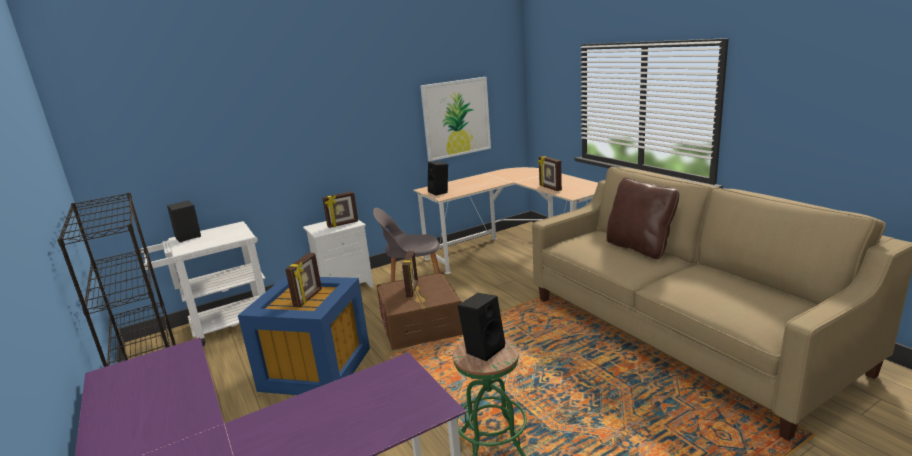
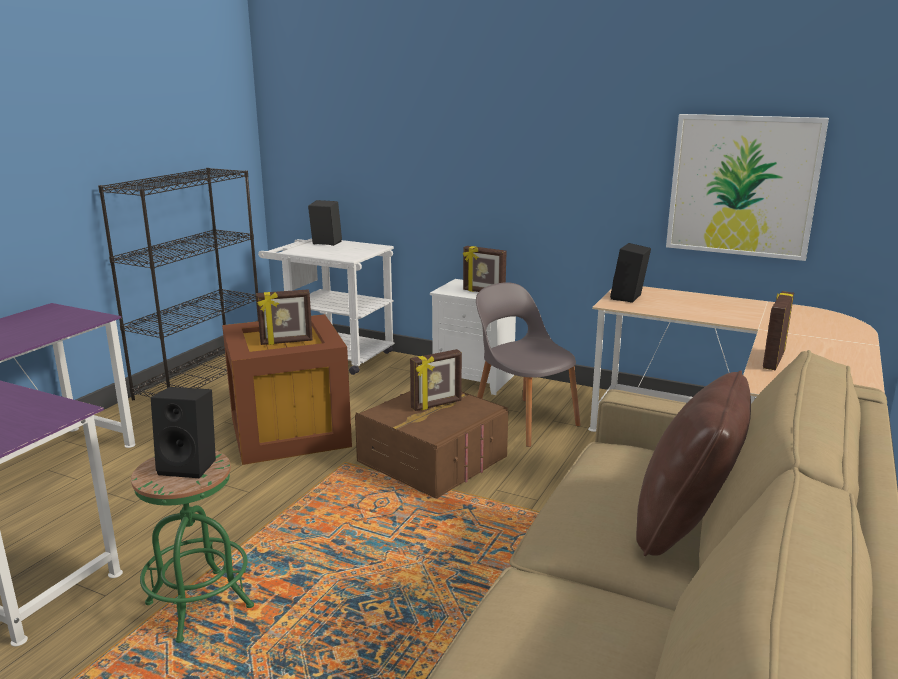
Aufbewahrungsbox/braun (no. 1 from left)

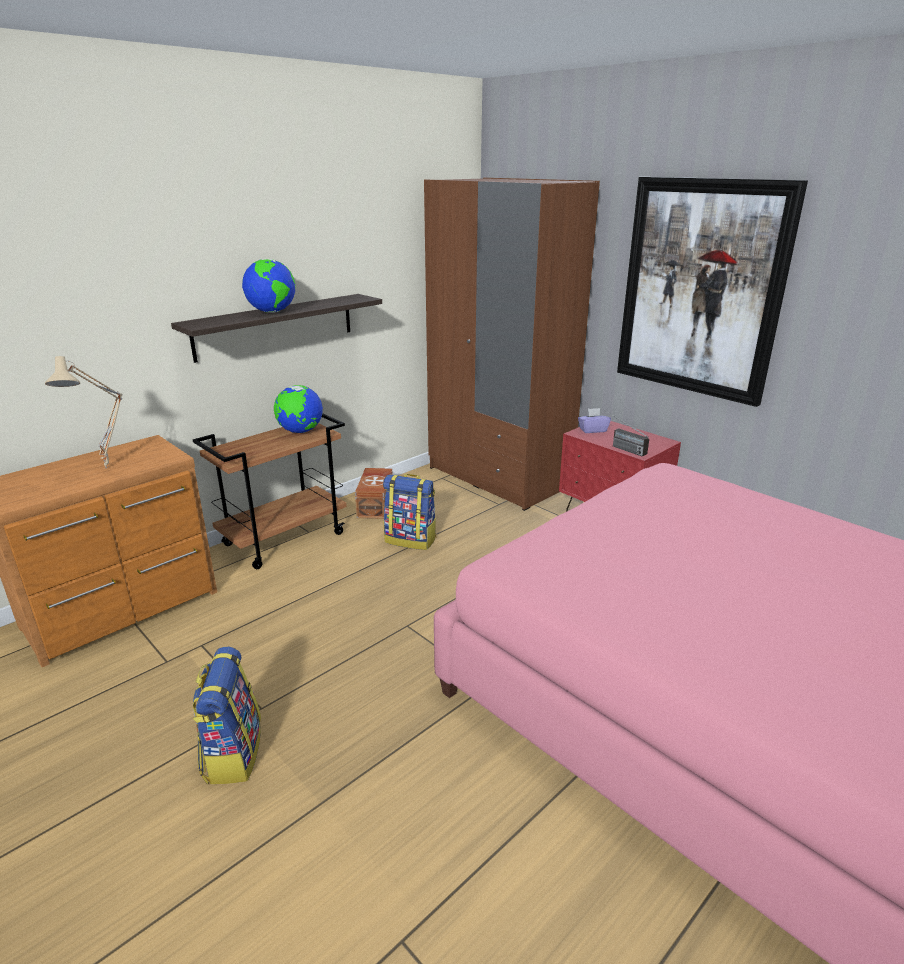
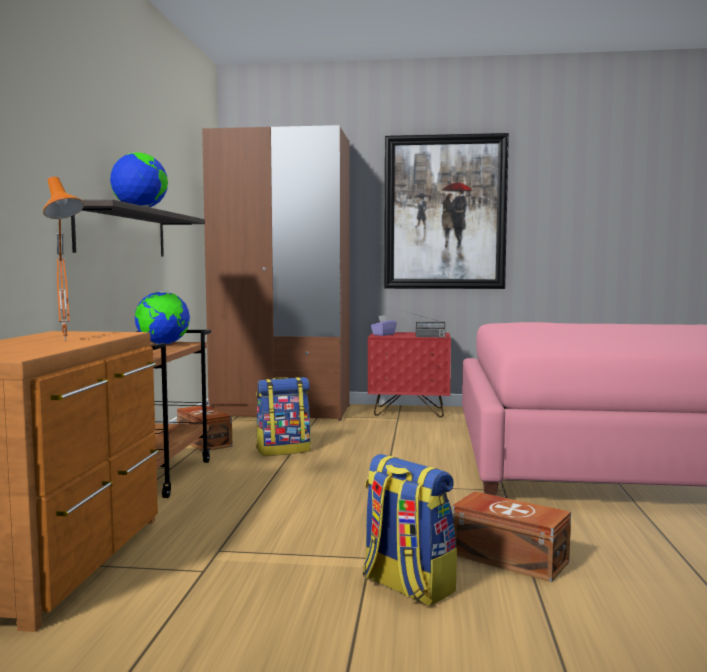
Tischlampe/orange
Aufbewahrungsbox/braun (no. 2 from left)

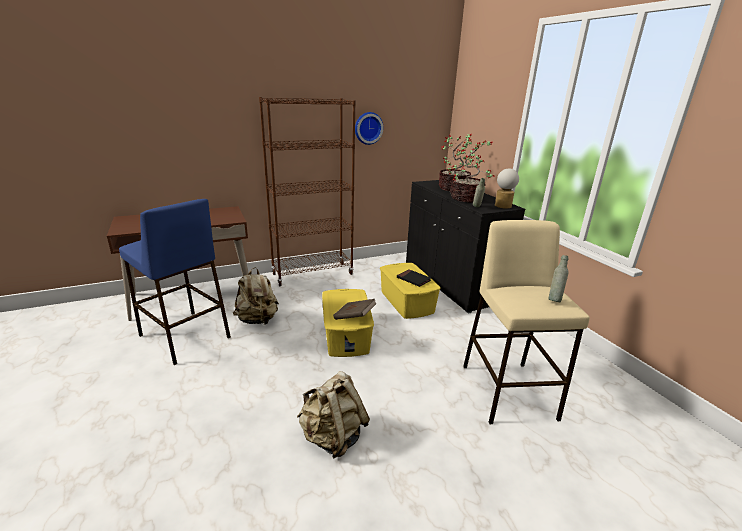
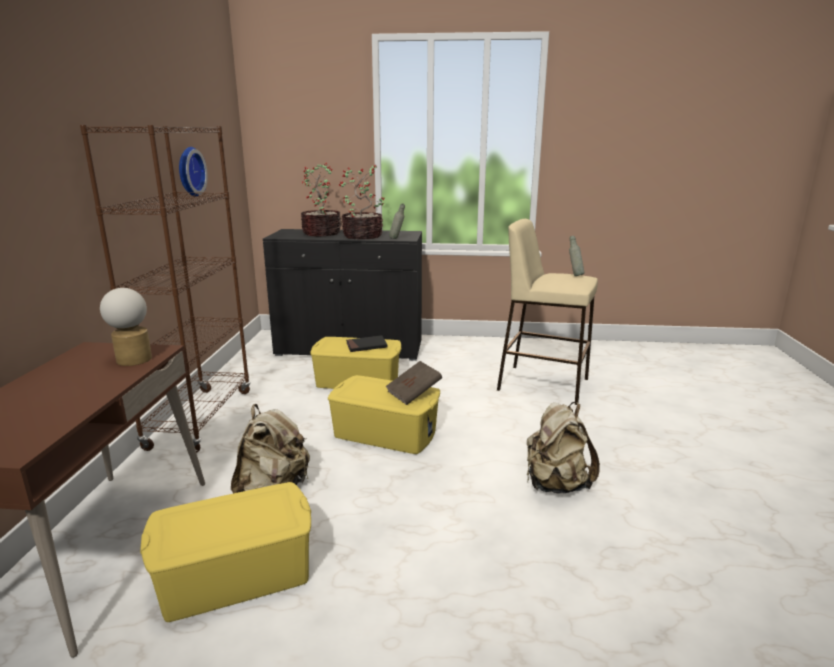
Tischlampe
Aufbewahrungsbox/gelb (no. 1 from left)

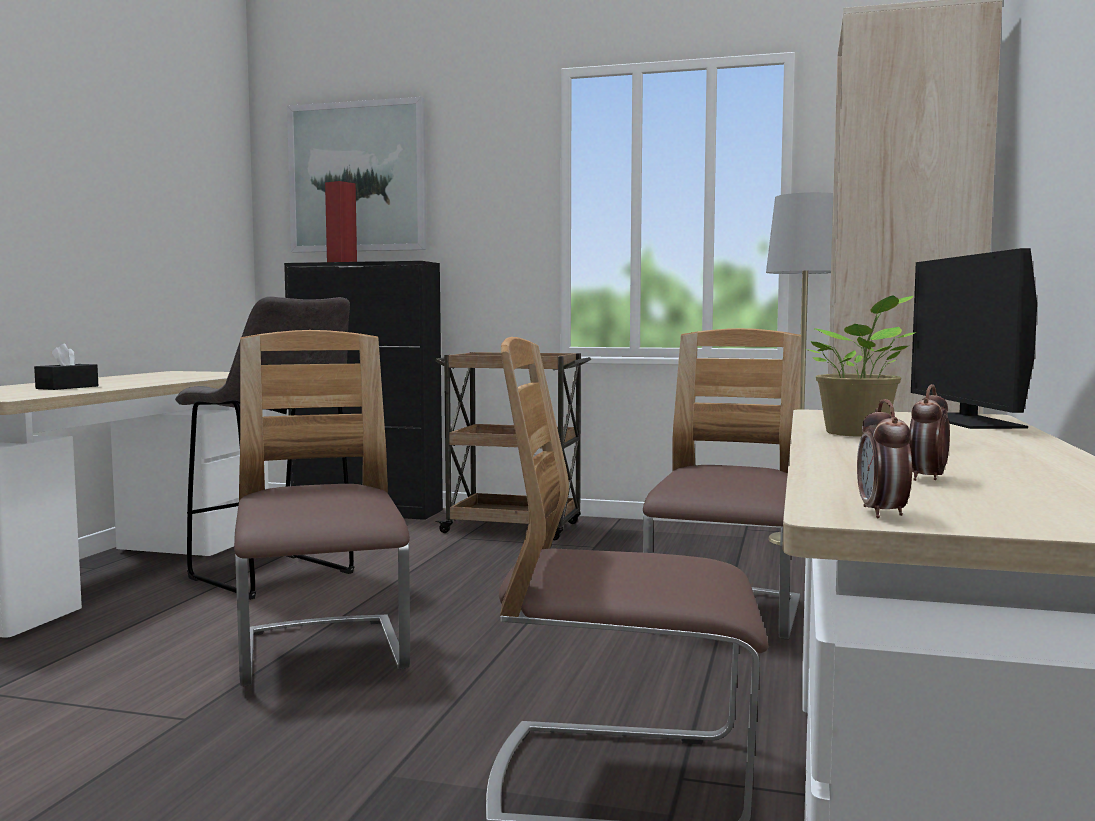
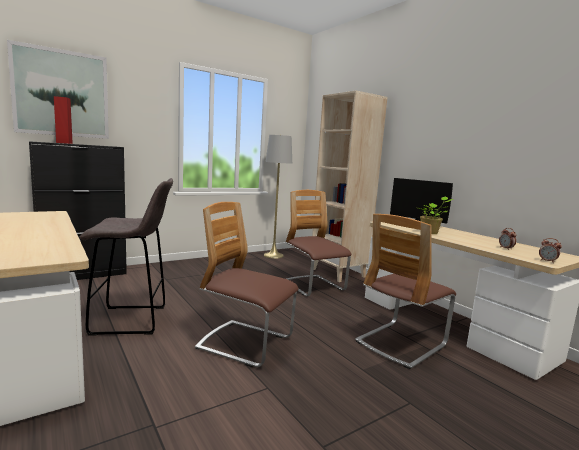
Taschentuchbox/schwarz
Rollwagen/braun

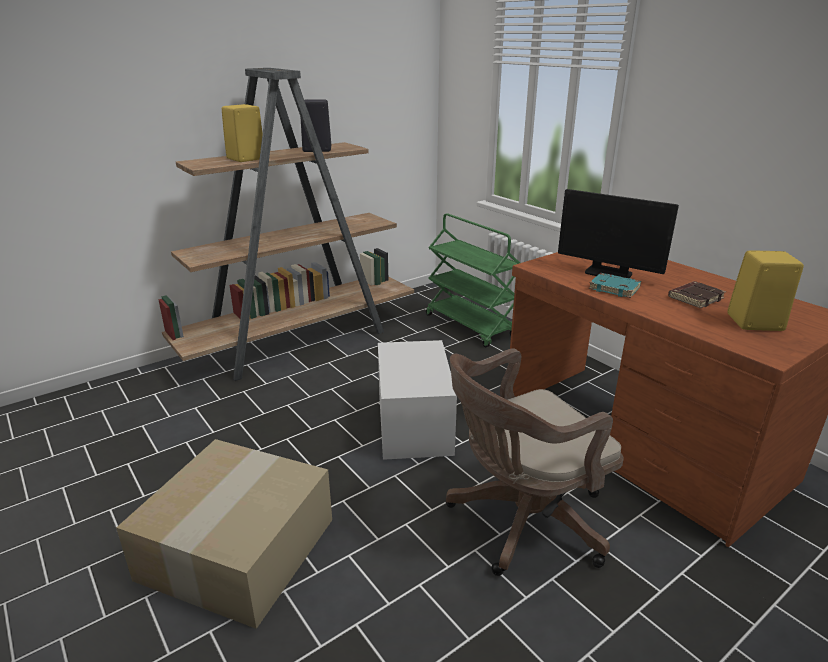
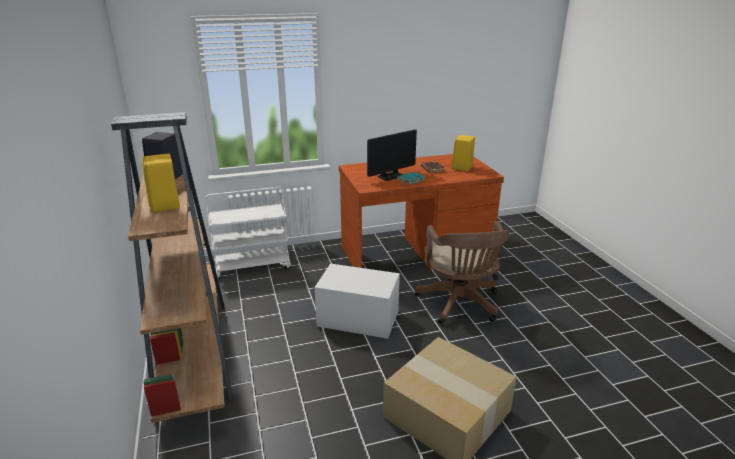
Rollwagen/weiß

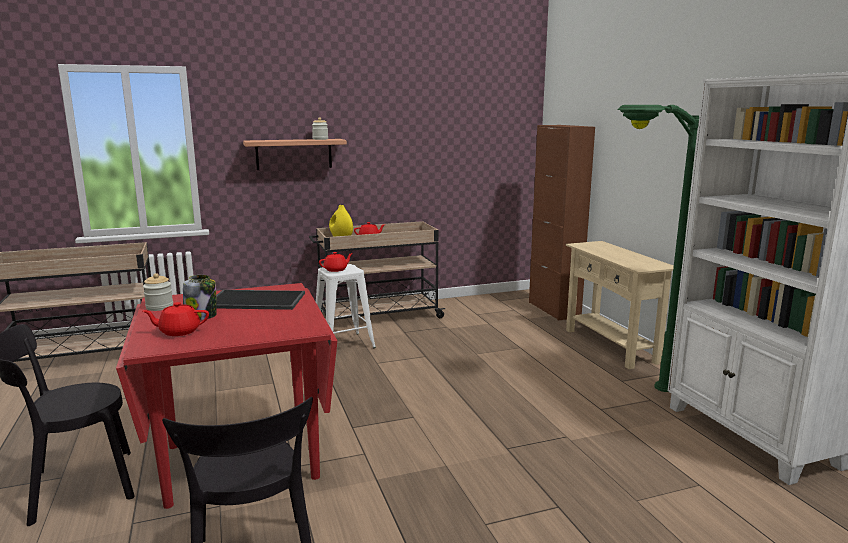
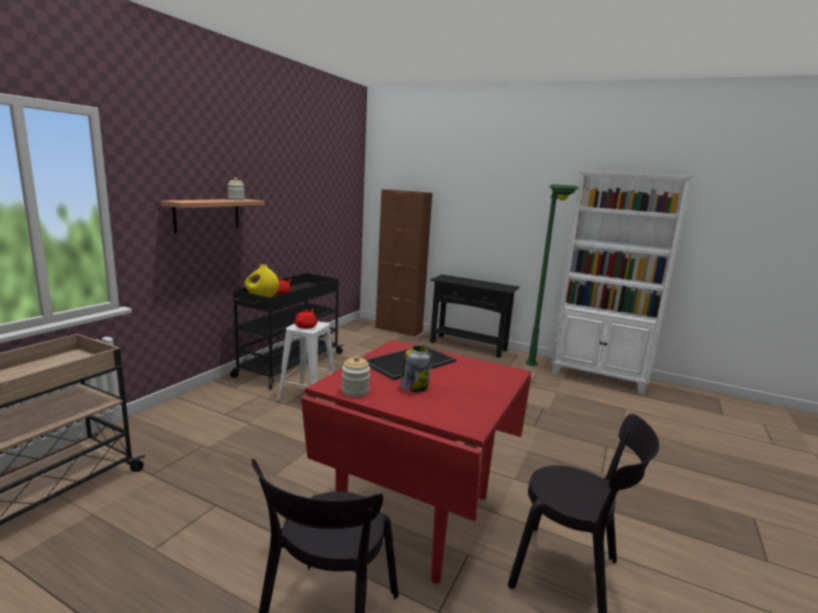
Rollwagen/schwarz
Konsolentisch/schwarz
Teekanne/rot (no. 1 from left in the first image)

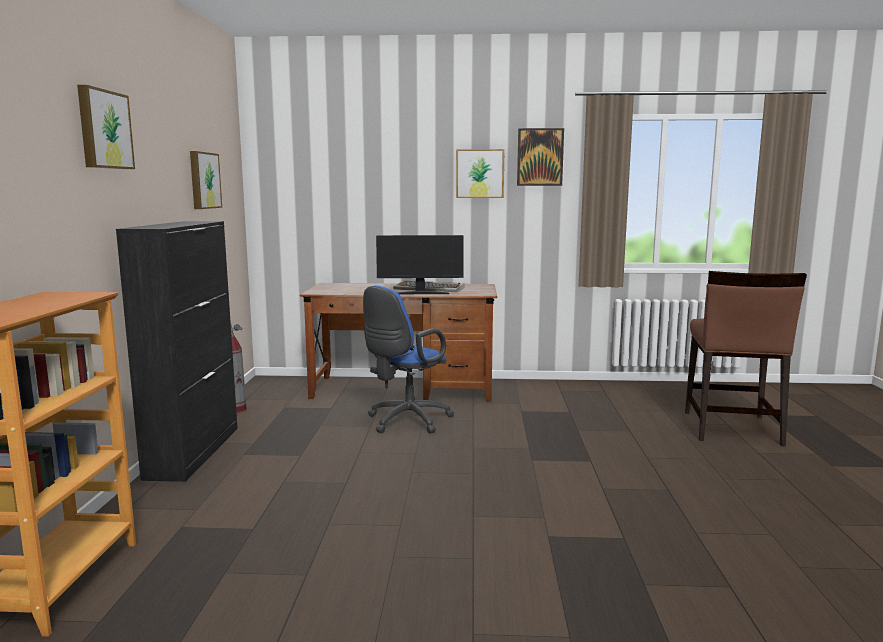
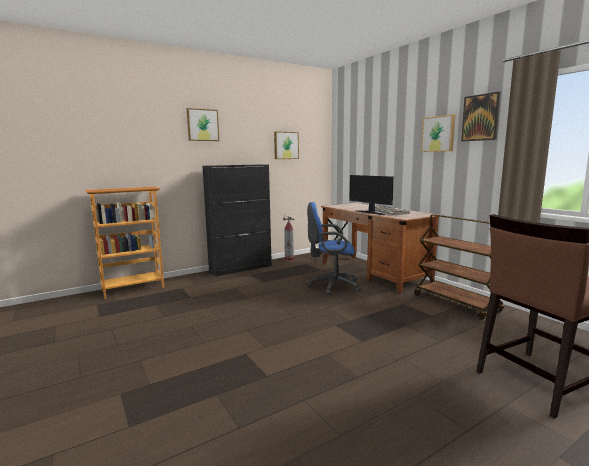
Rollwagen/braun

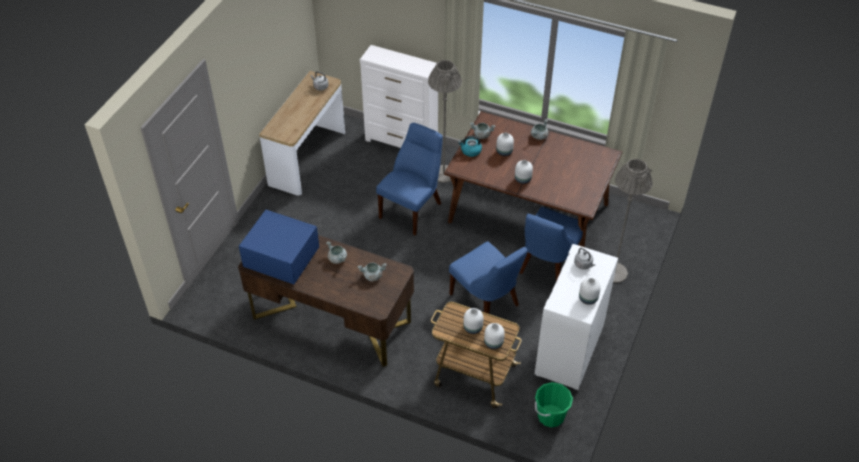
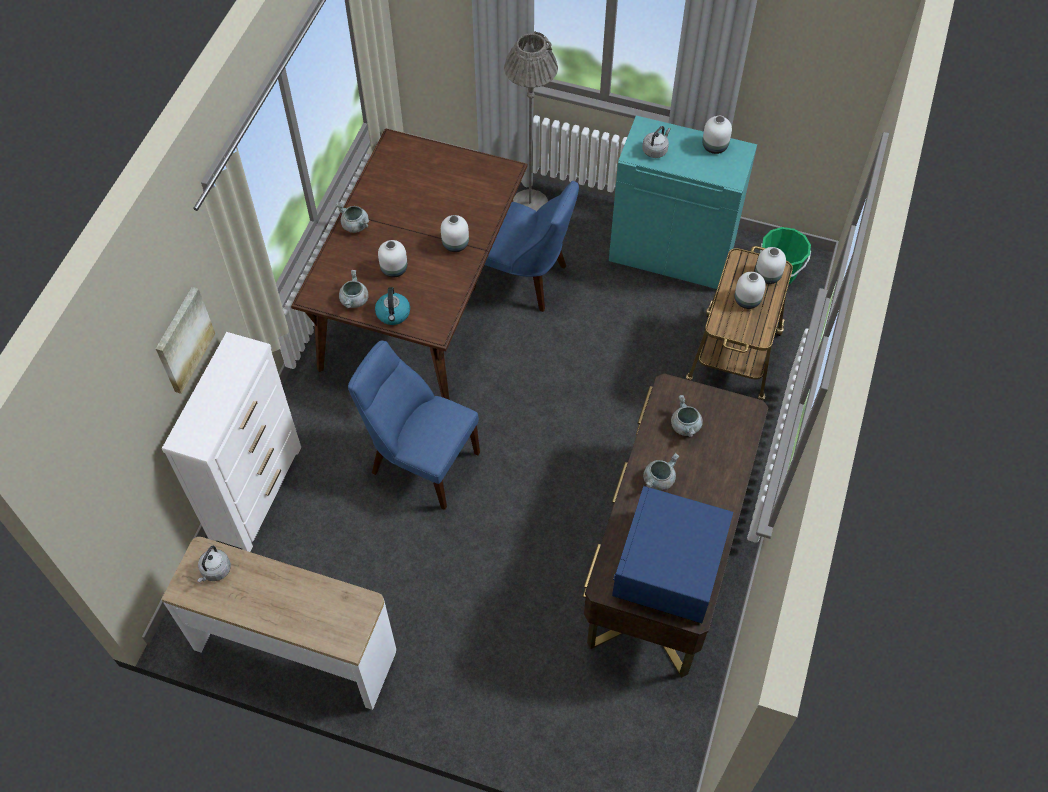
Stehlampe/grau (no. 1 from left in the first image)
Stuhl/blau (no. 2 from left in the first image)
Schrank/türkis
Bild

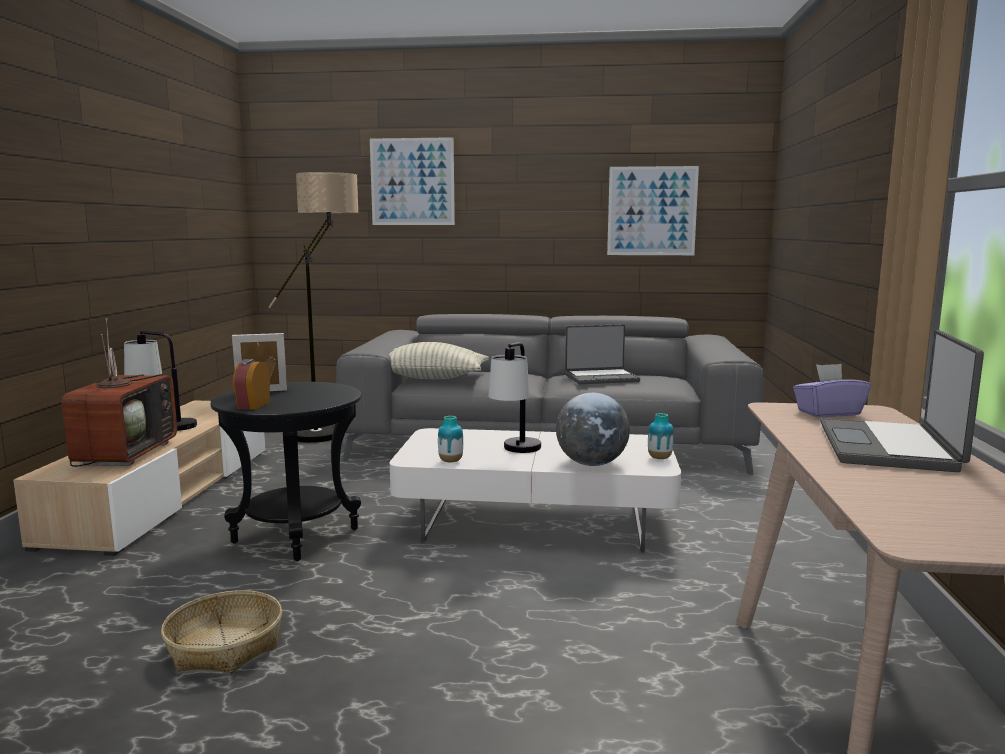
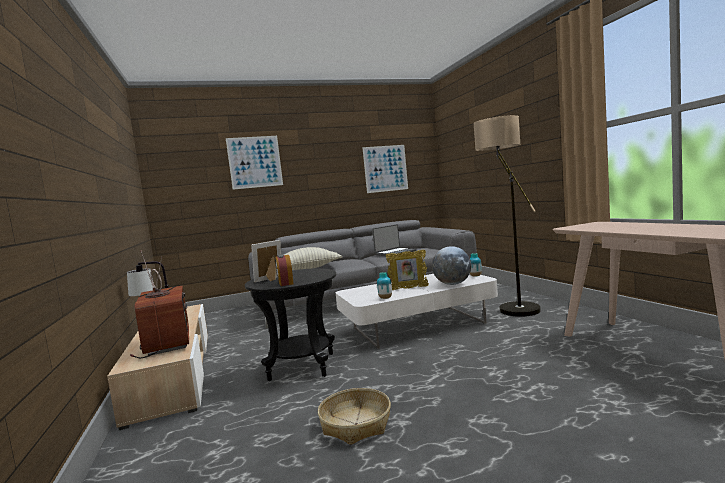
Stehlampe
Laptop (no. 2 from left in the first image)
Bilderrahmen (no. 2 from left)
Taschentuchbox/lila

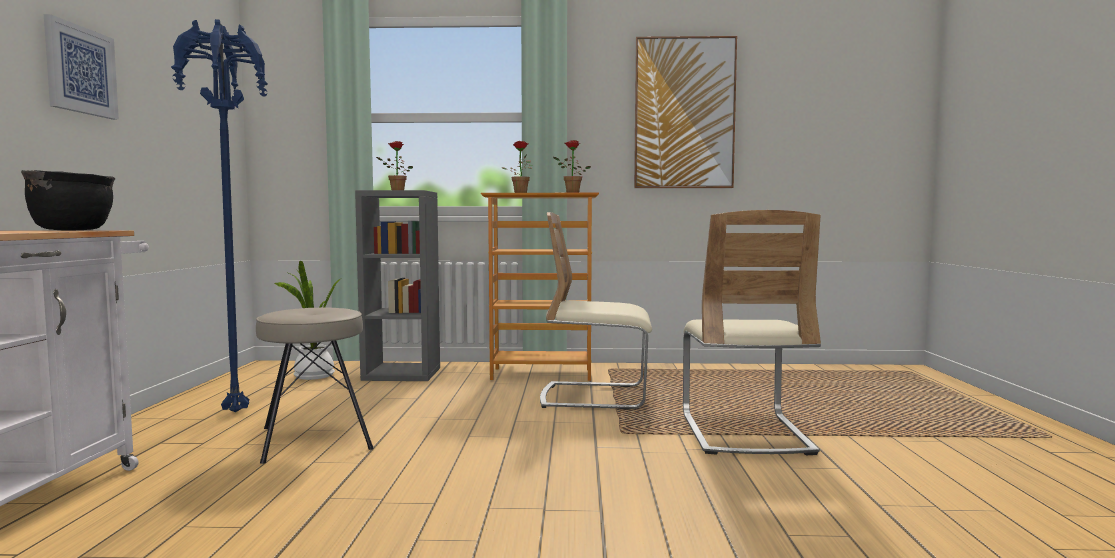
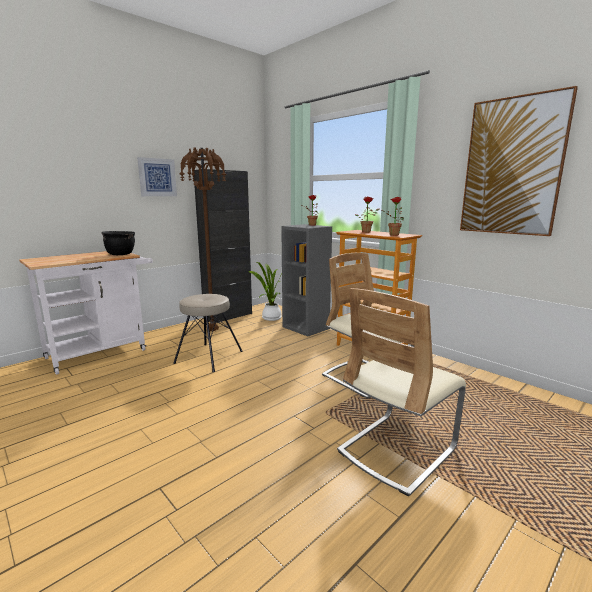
Stehlampe/braun
Schrank/schwarz

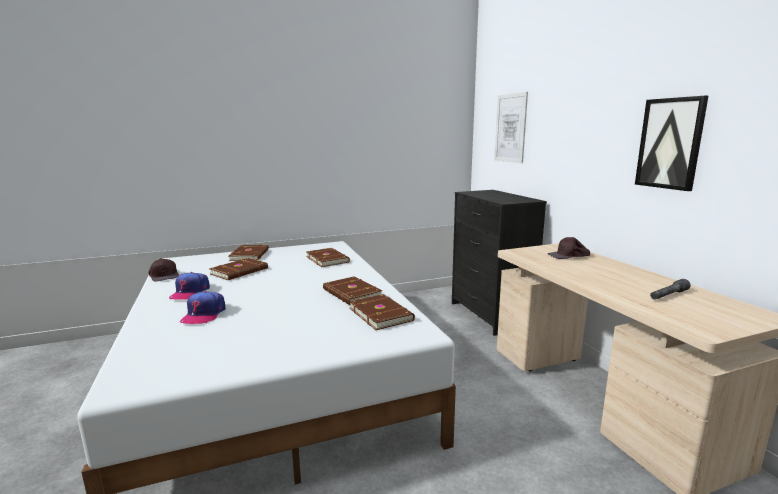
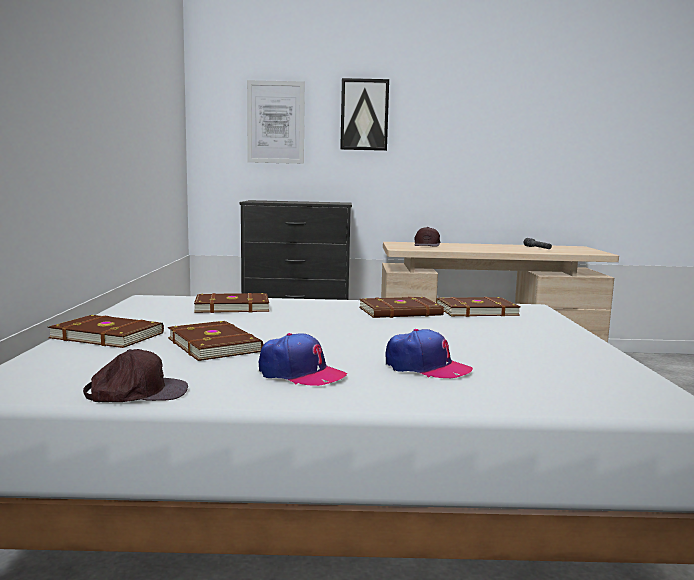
Bild (no. 2 from left)

